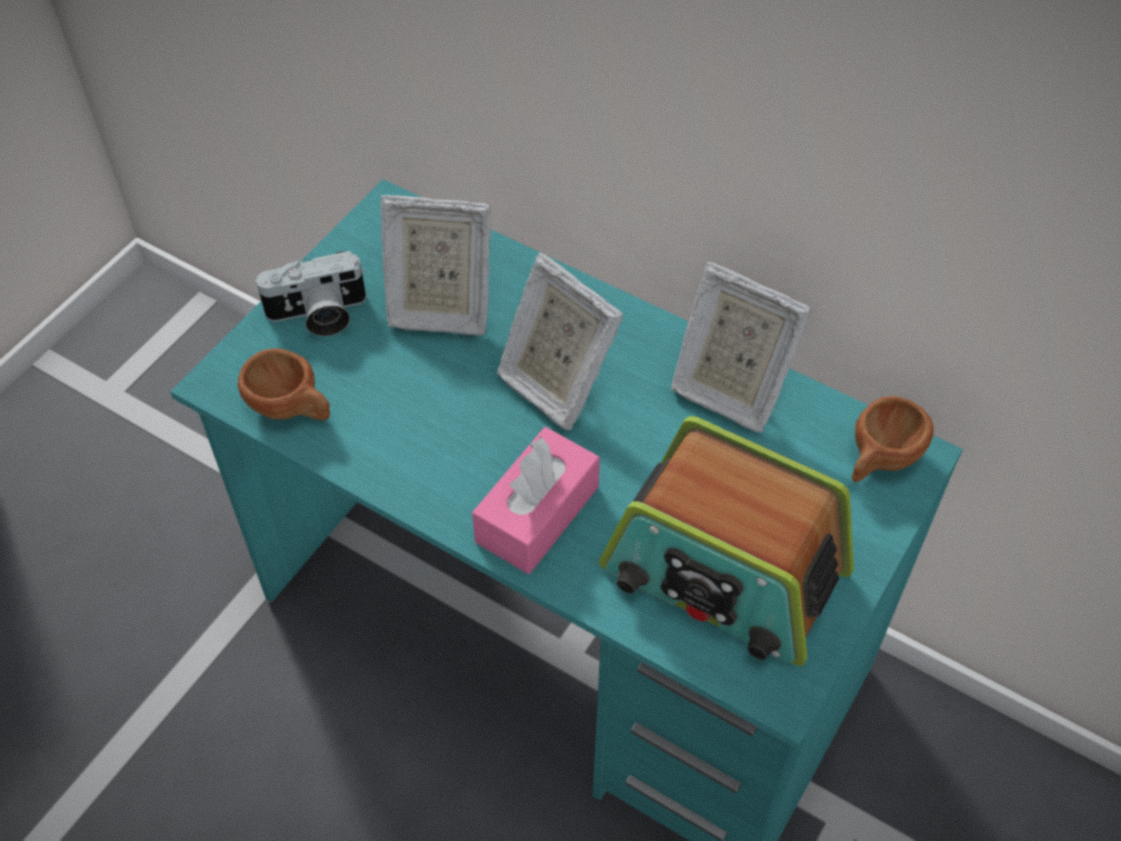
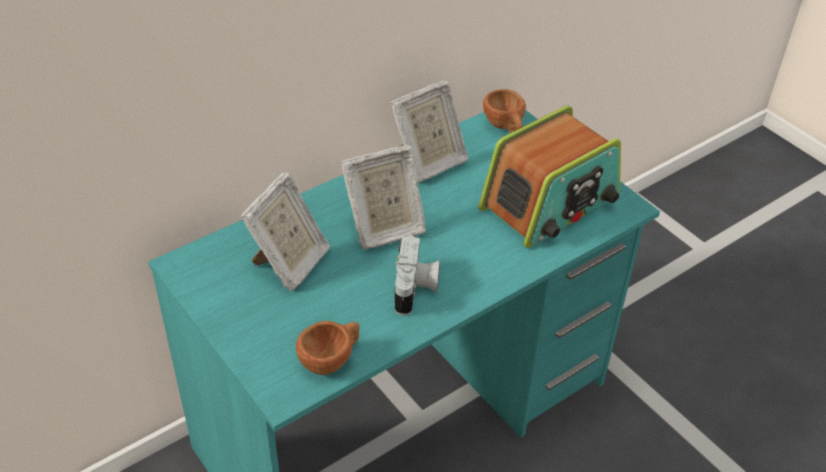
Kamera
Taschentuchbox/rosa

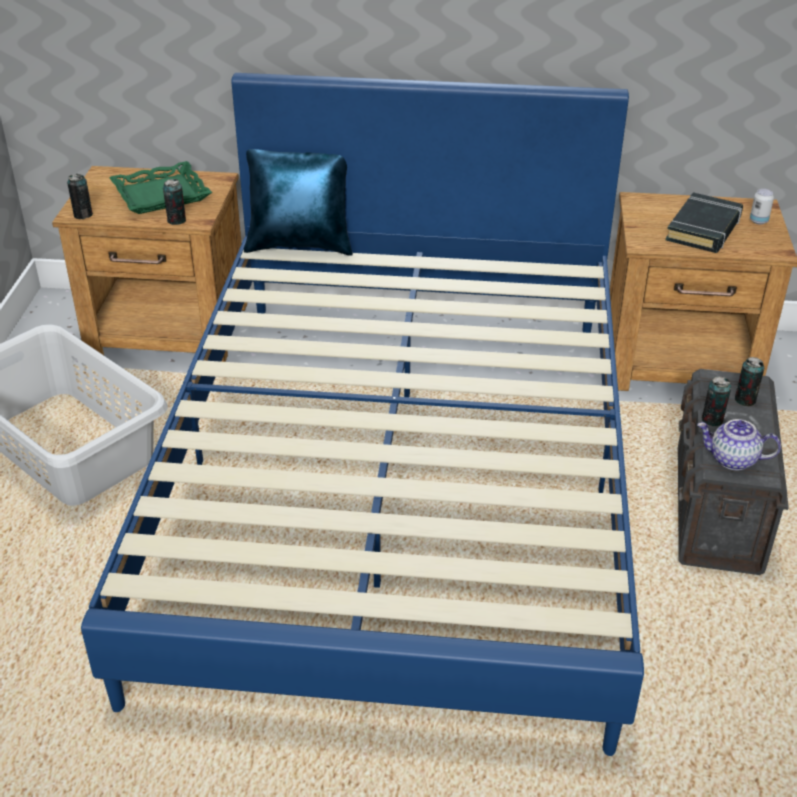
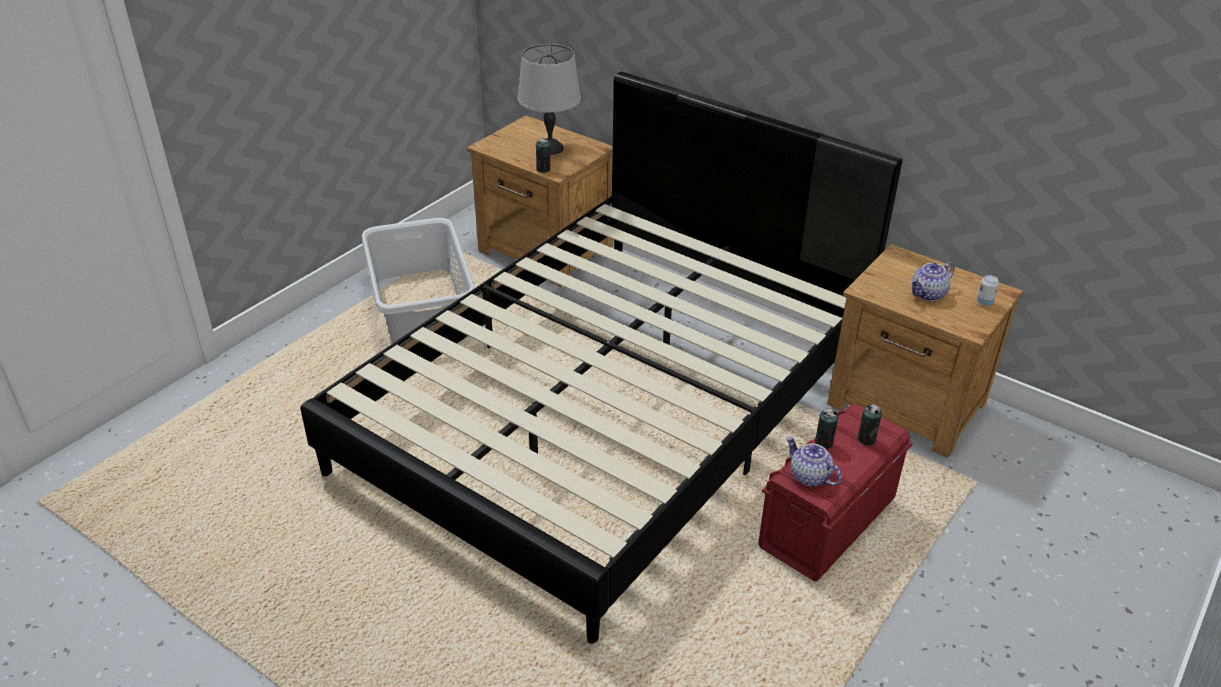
Bett/schwarz
Kissen/blau
Tischlampe/grau
Dose (no. 1 from left in the first image)
Teekanne (no. 2 from left)
Aufbewahrungsbox/rot

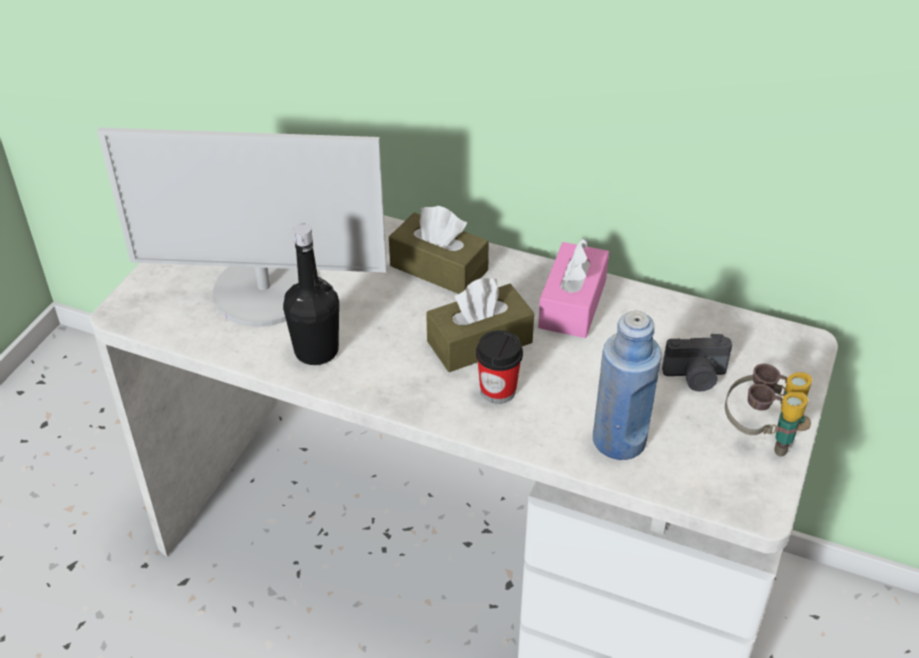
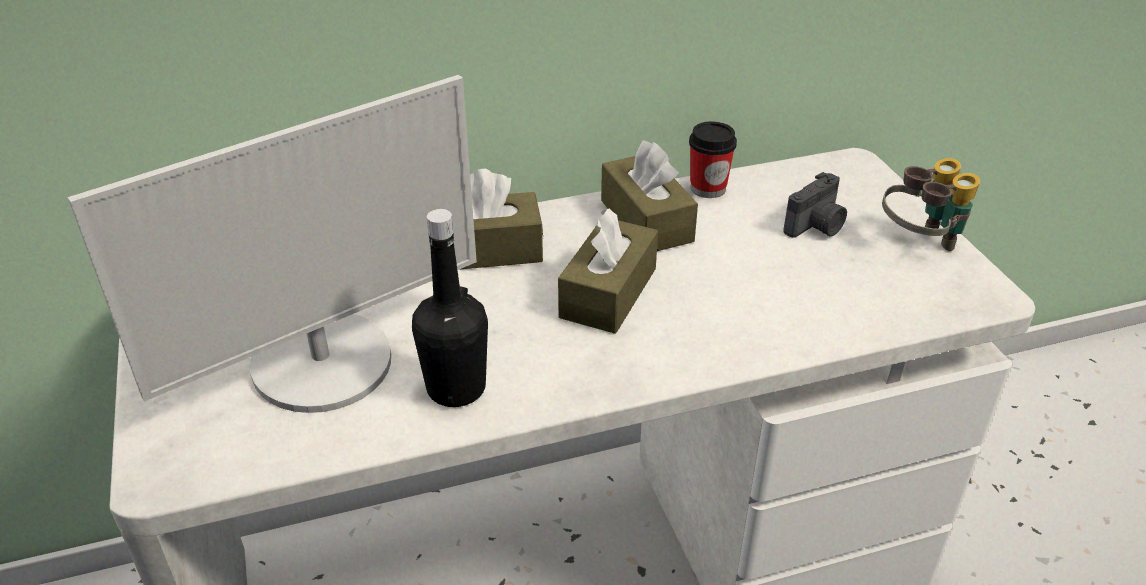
Taschentuchbox/braun (no. 3 from left)
Flasche/blau
Tasse

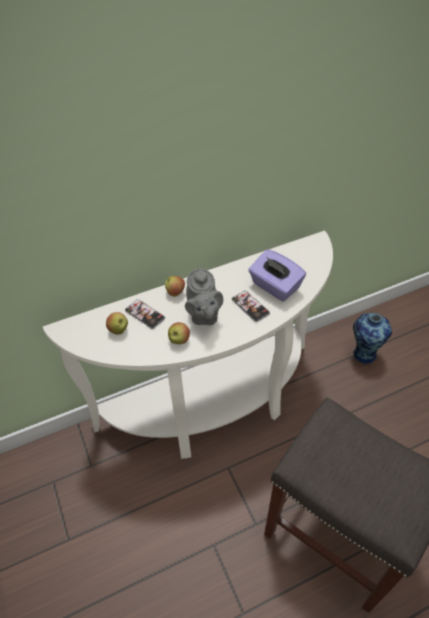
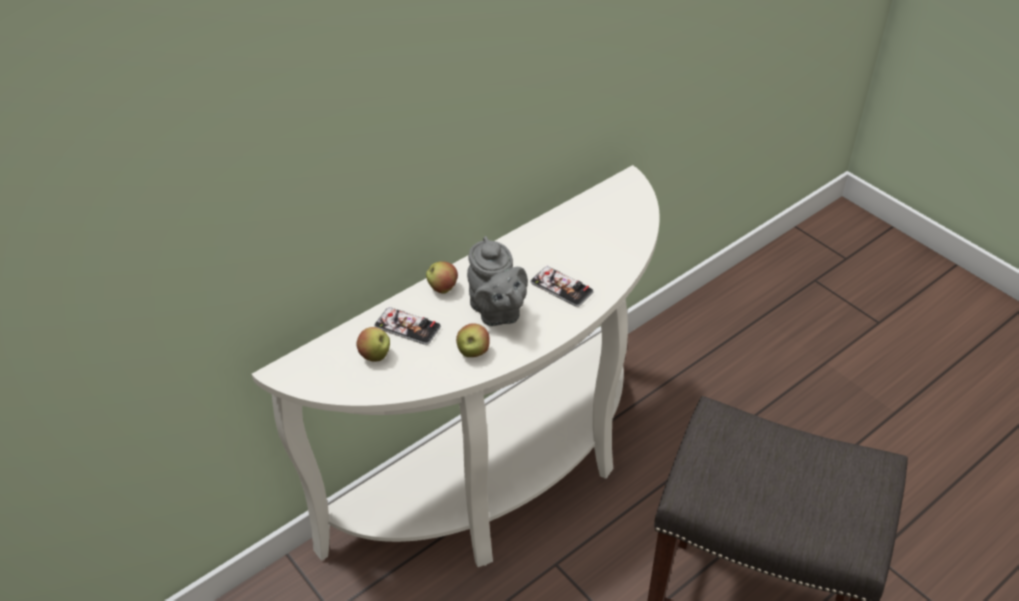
Taschentuchbox/lila
Vase

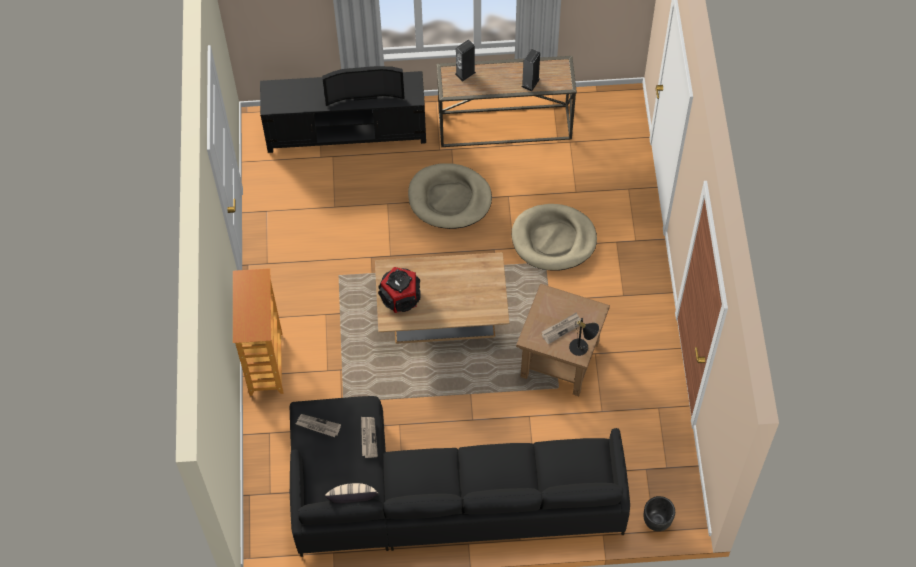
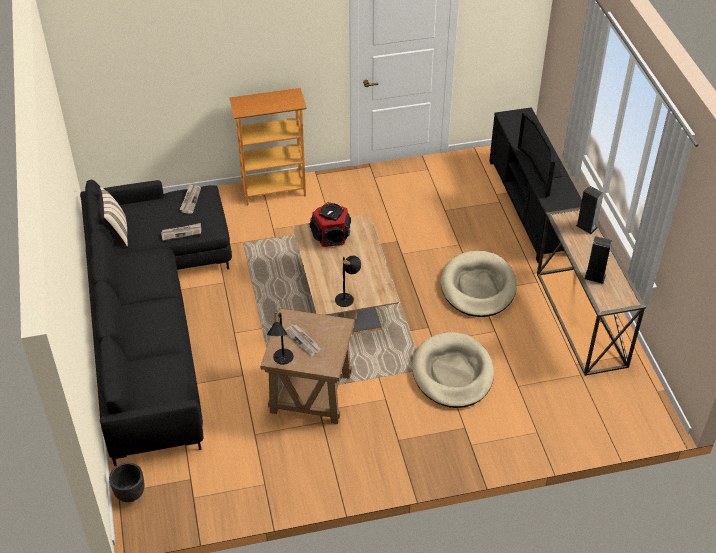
Tischlampe/schwarz (no. 2 from left)

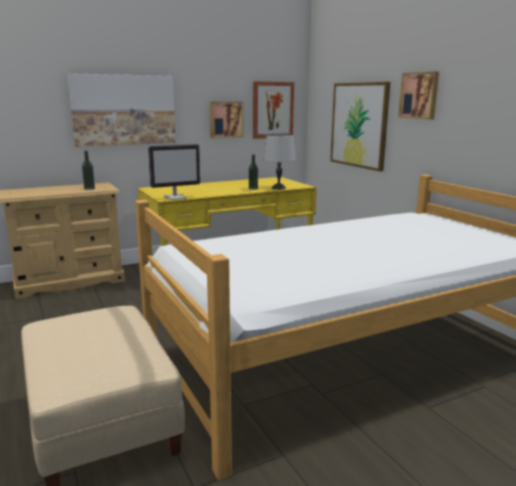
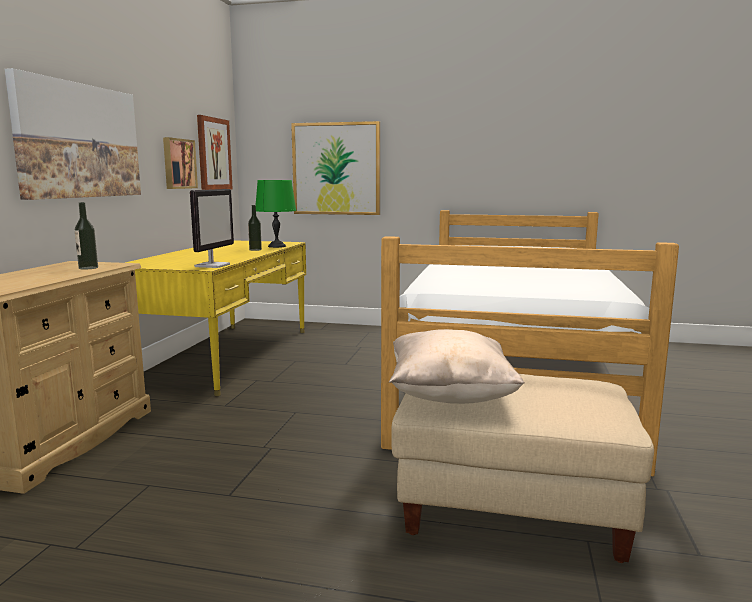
Bild (no. 5 from left in the first image)
Tischlampe/grün
Kissen/beige

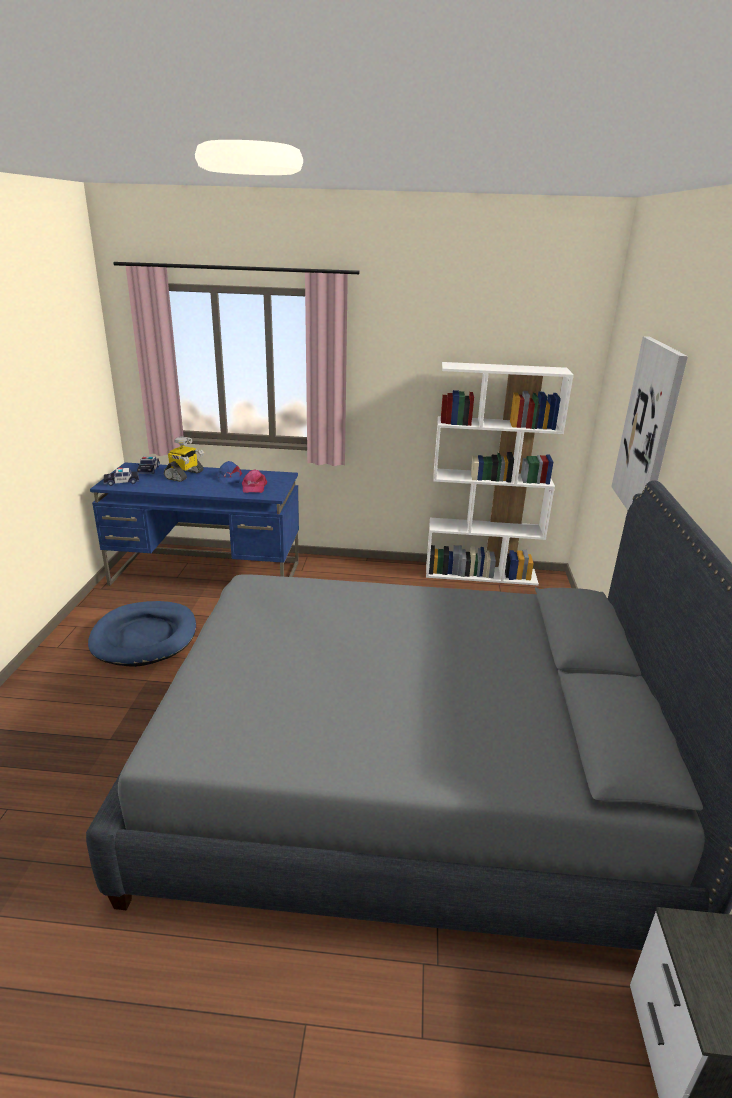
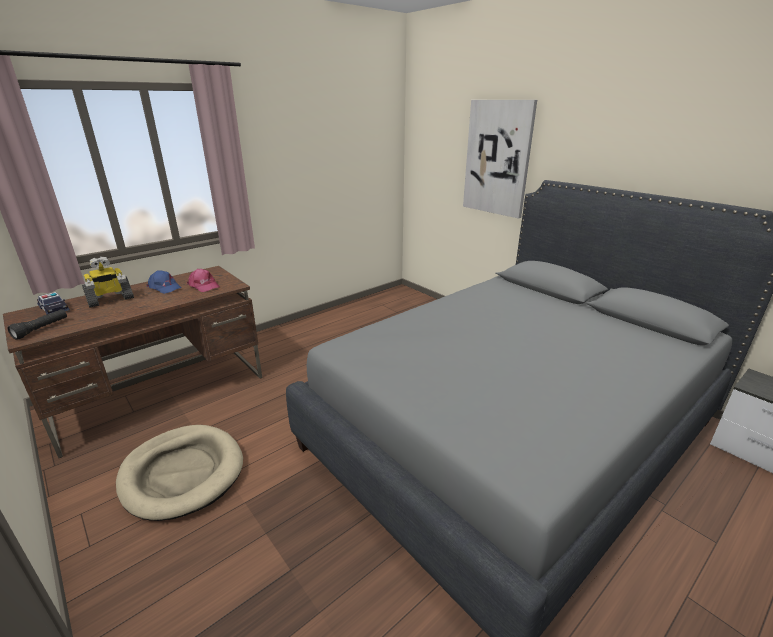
Bücherregal/weiß
Spielzeugroboter
Schreibtisch/braun
Taschenlampe/schwarz
Hundebett/beige

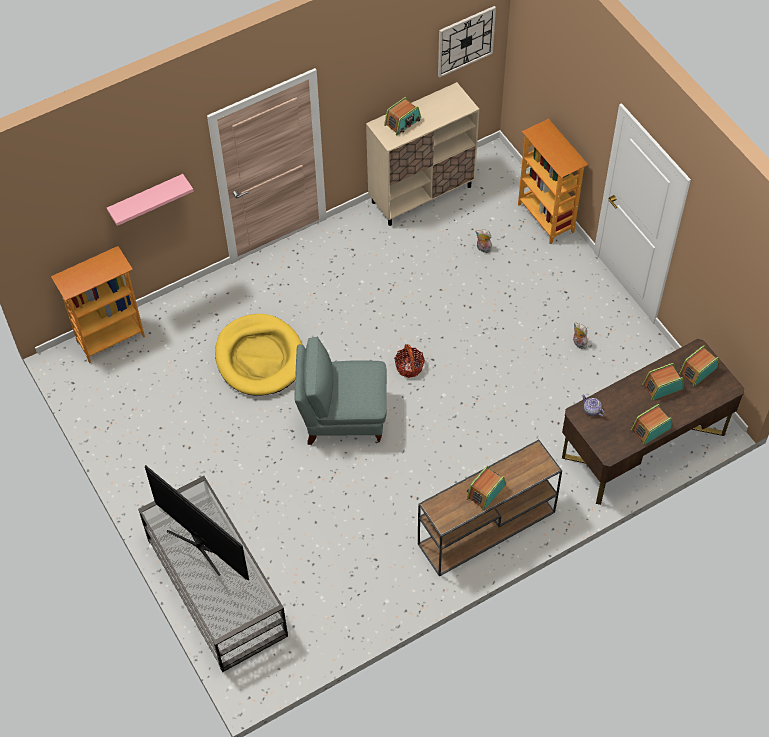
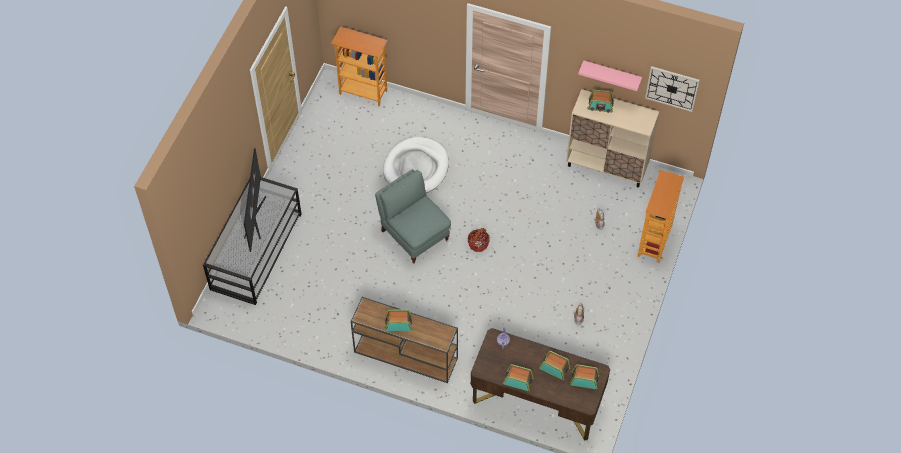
Wandregal/rosa
Hundebett/weiß

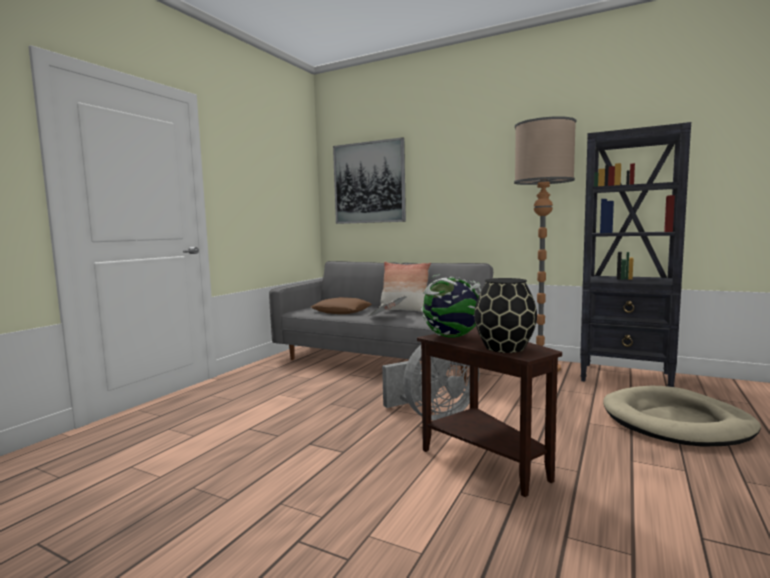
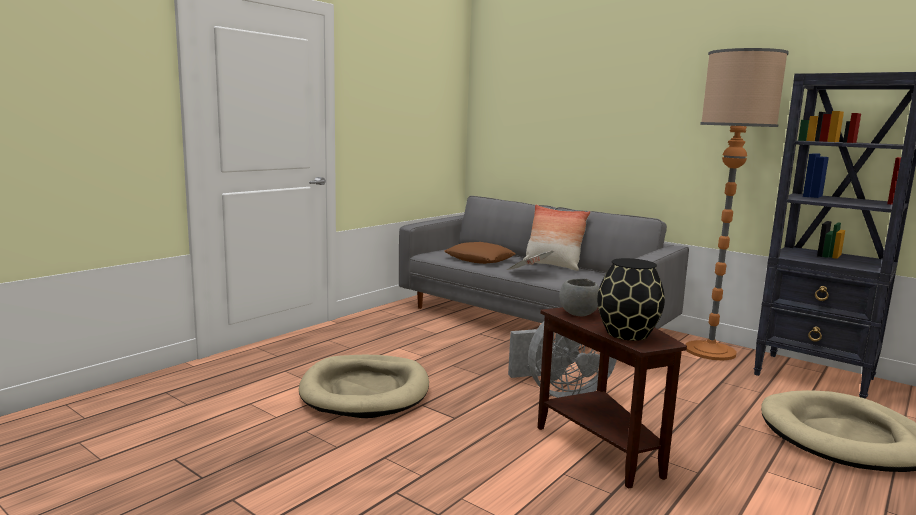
Bild
Schüssel/grau
Hundebett/beige (no. 1 from left)

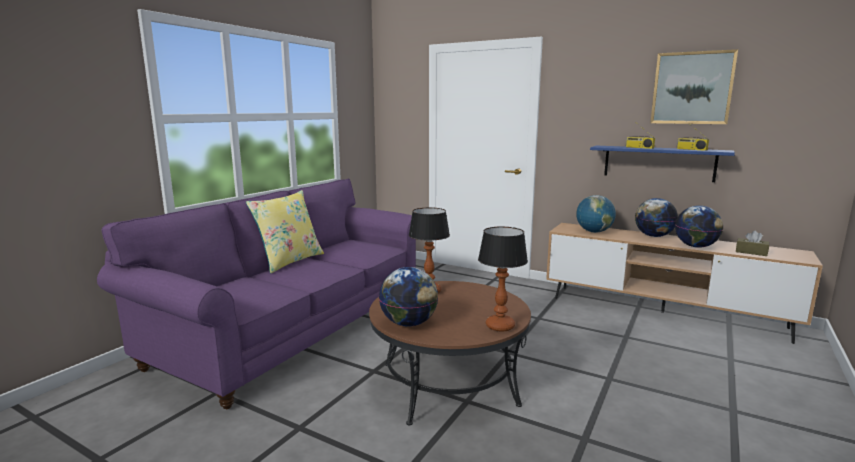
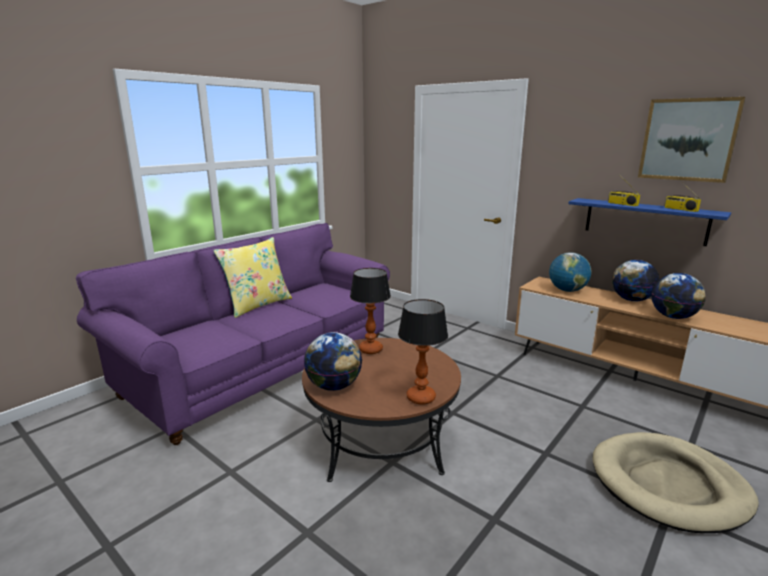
Taschentuchbox/braun
Hundebett/beige

